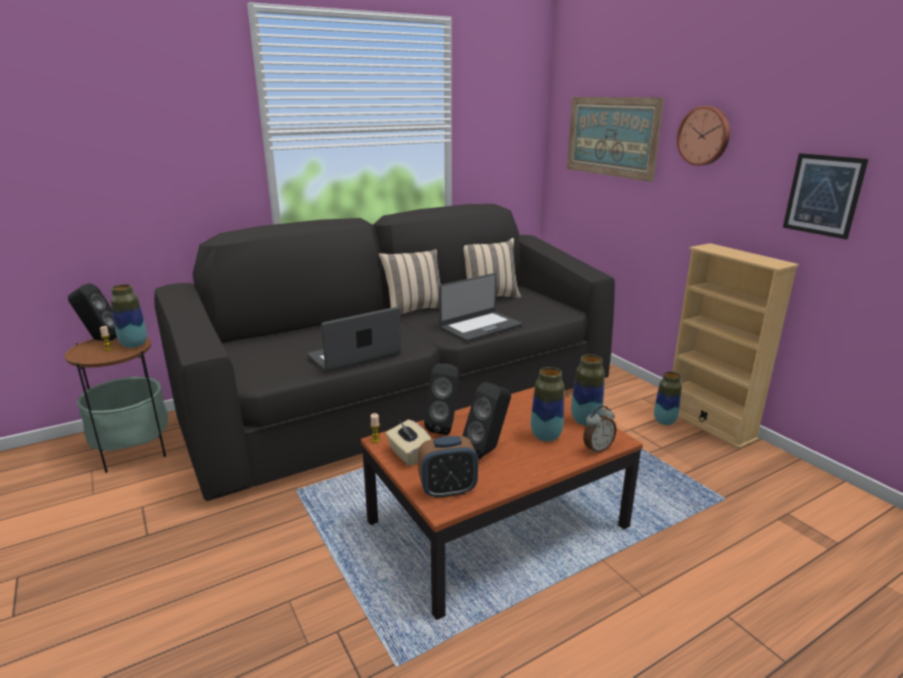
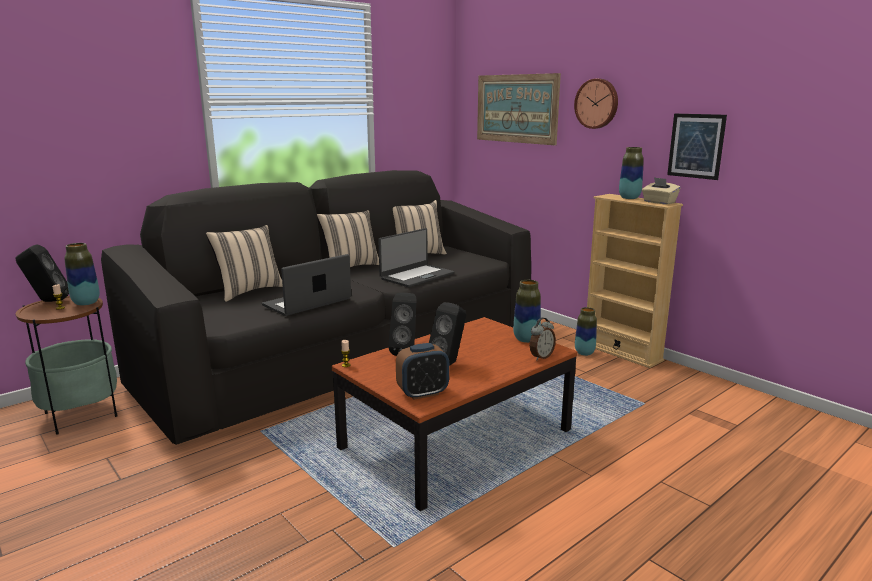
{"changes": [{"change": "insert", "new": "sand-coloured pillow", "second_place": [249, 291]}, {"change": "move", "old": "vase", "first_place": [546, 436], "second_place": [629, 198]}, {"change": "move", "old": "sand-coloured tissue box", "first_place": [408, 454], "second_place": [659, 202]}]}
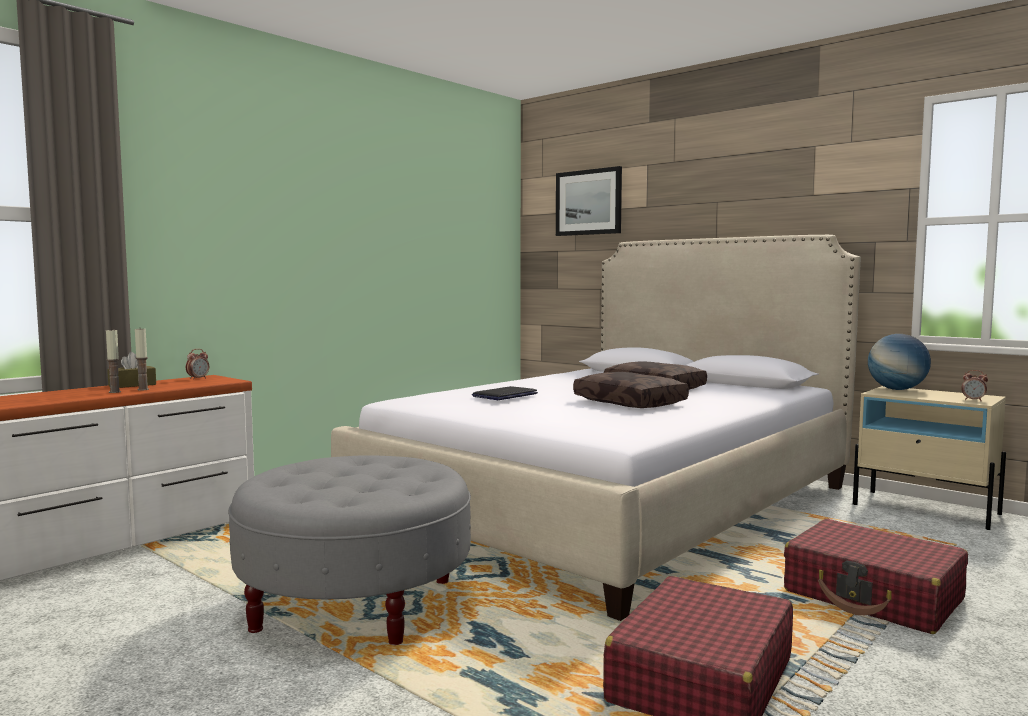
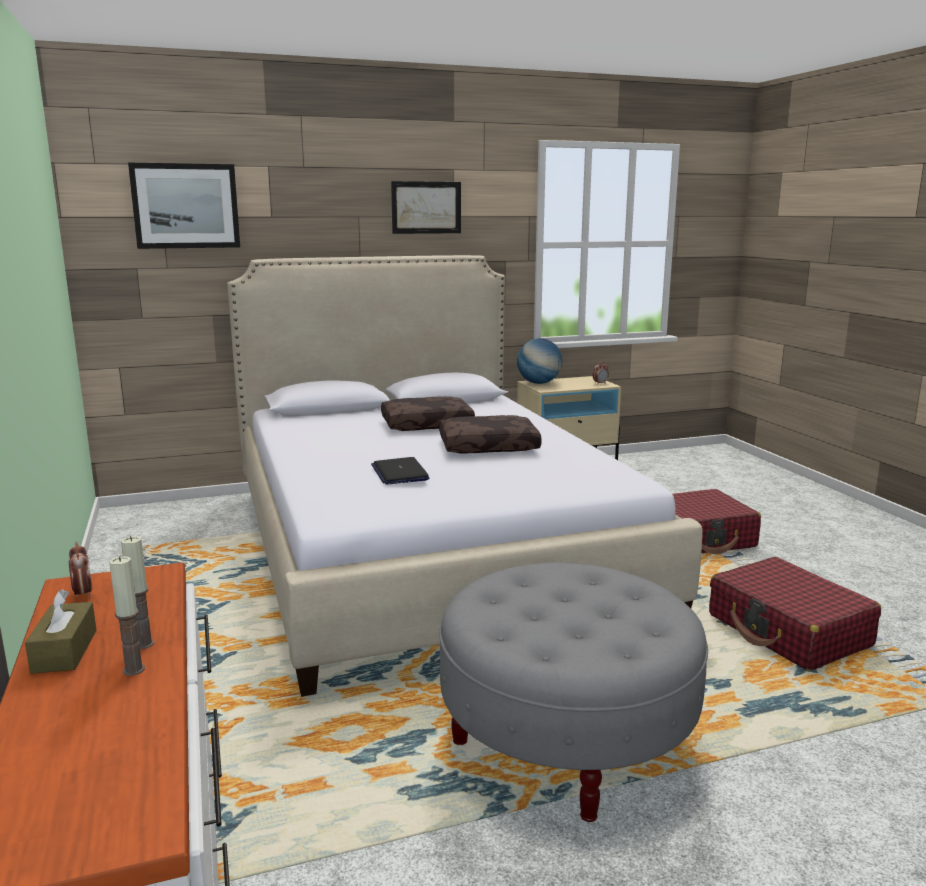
{"changes": [{"change": "insert", "new": "picture", "second_place": [426, 207]}]}
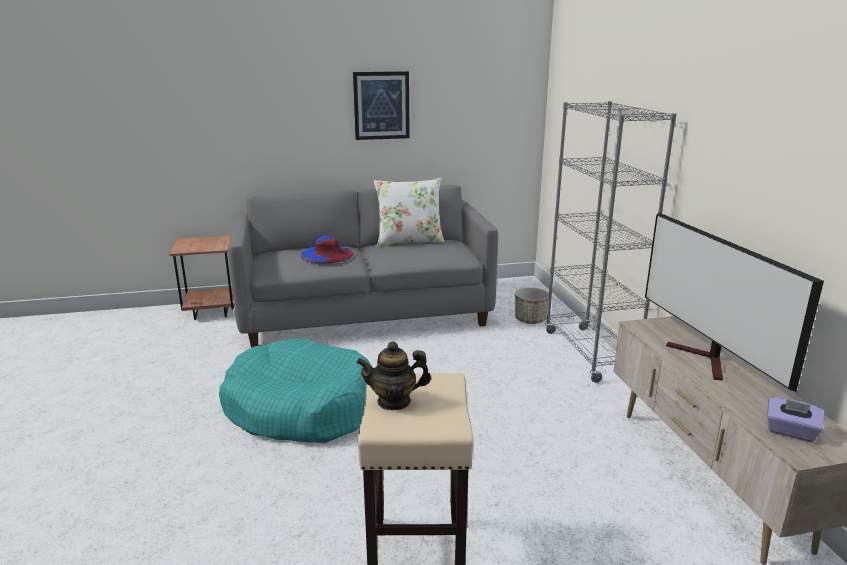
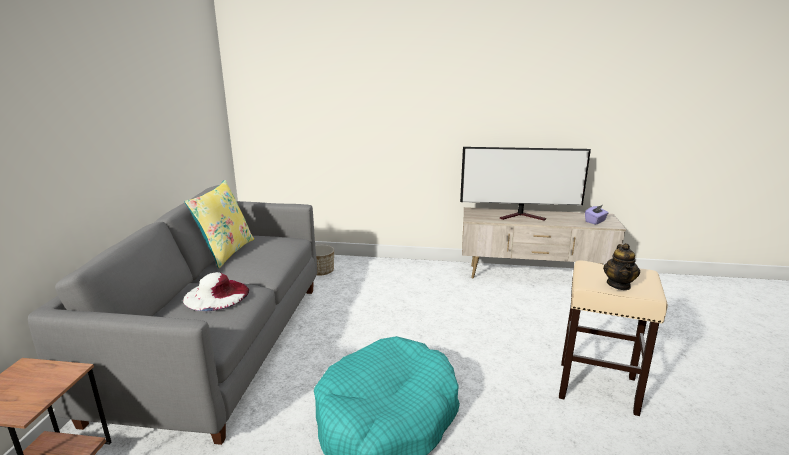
{"changes": [{"change": "recolor", "old": "blue wearable hat", "new": "white-coloured wearable hat", "first_place": [327, 254], "second_place": [216, 295]}, {"change": "recolor", "old": "white-coloured pillow", "new": "yellow-coloured pillow", "first_place": [409, 241], "second_place": [226, 252]}, {"change": "delete", "old": "picture", "first_place": [381, 105]}, {"change": "delete", "old": "grey bookcase", "first_place": [589, 354]}]}
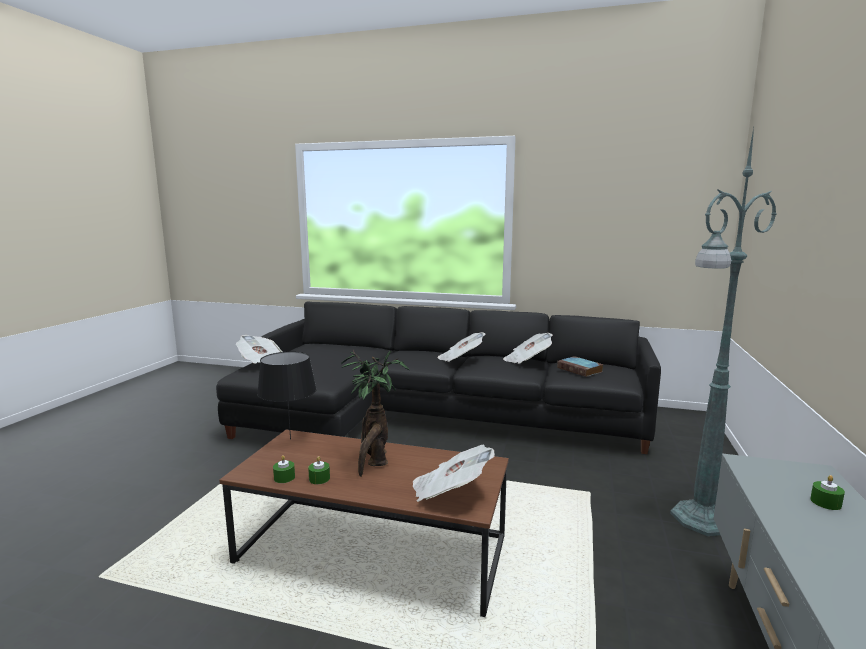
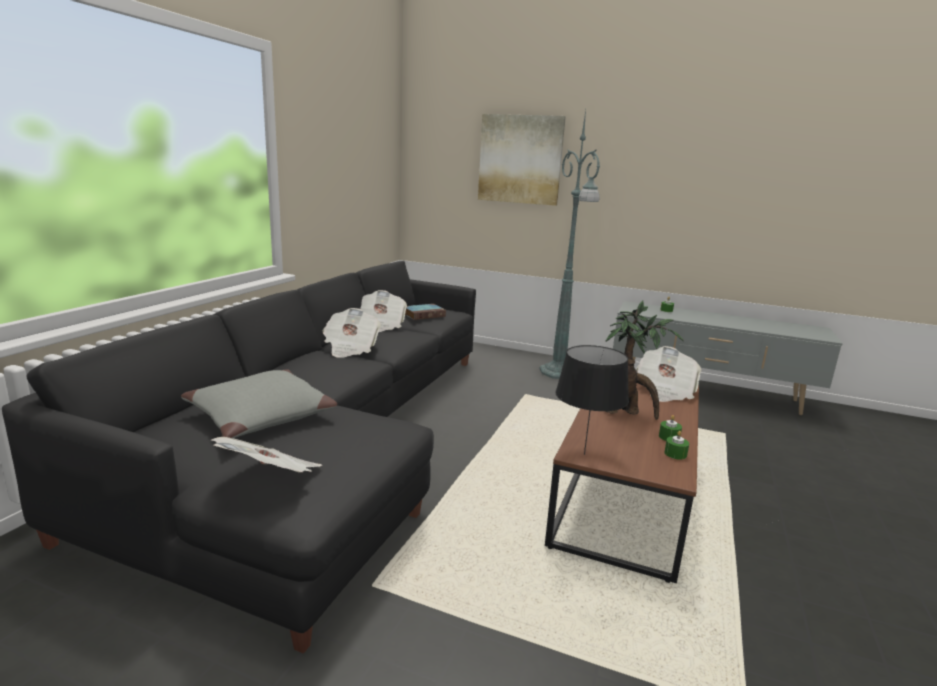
{"changes": [{"change": "insert", "new": "grey pillow", "second_place": [262, 416]}, {"change": "insert", "new": "picture", "second_place": [520, 159]}]}
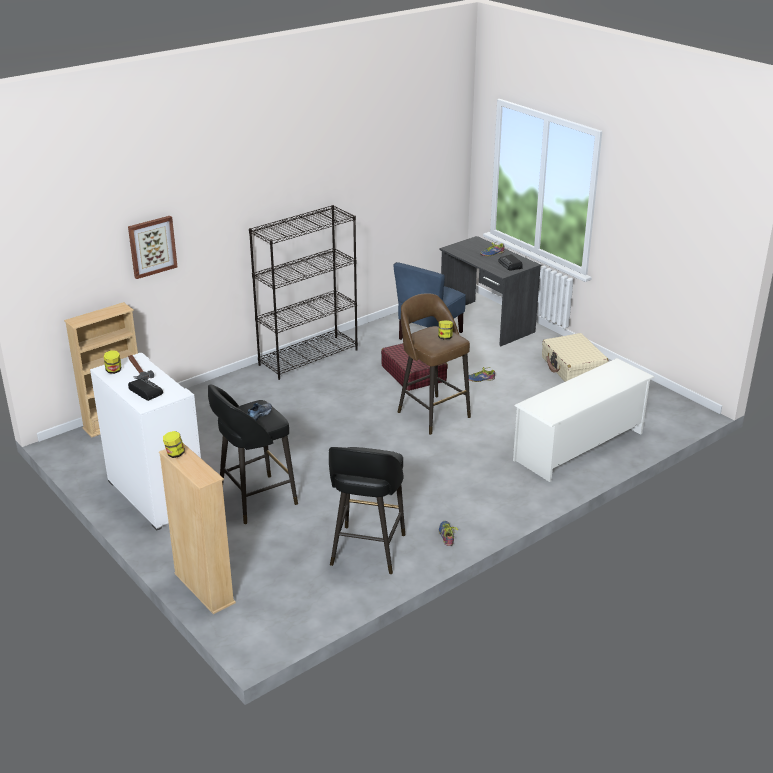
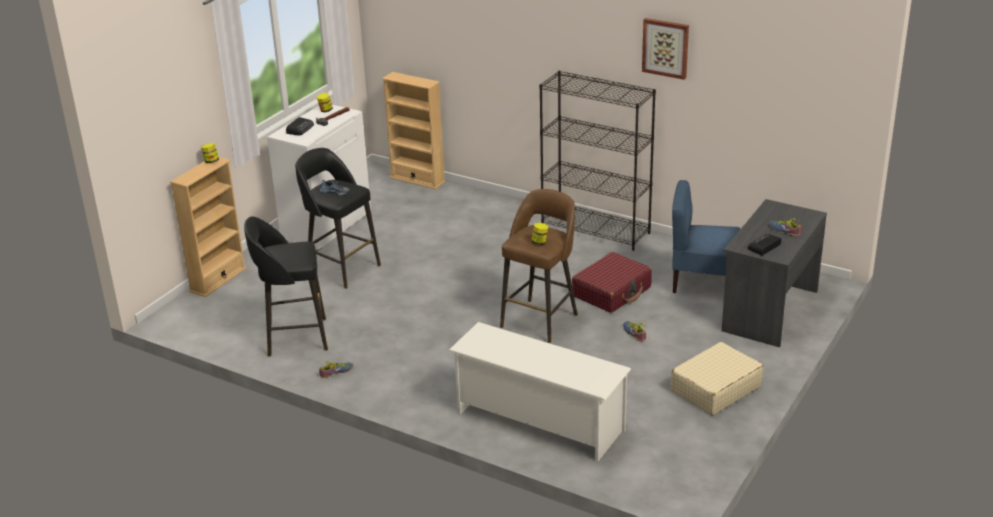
{"changes": [{"change": "move", "old": "picture", "first_place": [152, 246], "second_place": [665, 48]}]}
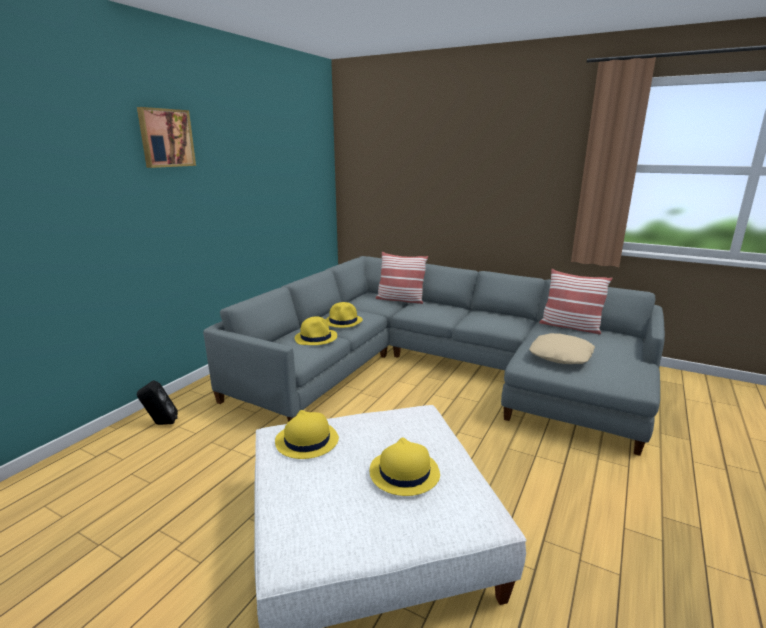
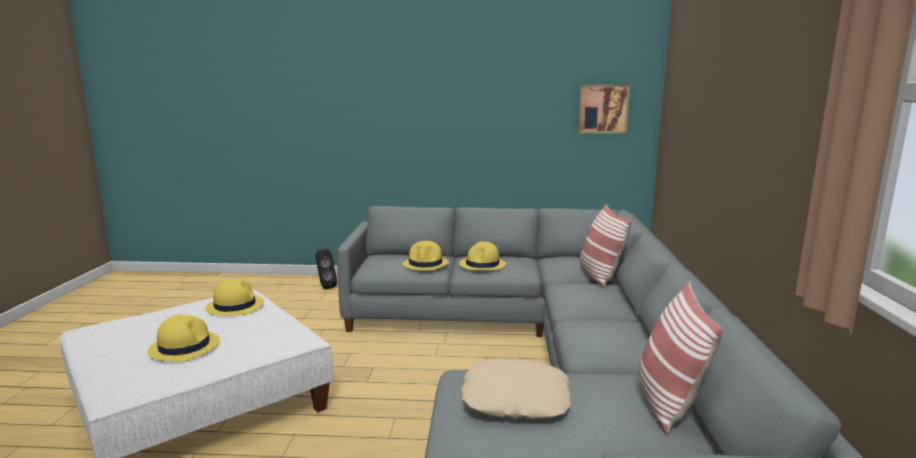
{"changes": [{"change": "move", "old": "picture", "first_place": [166, 138], "second_place": [603, 109]}]}
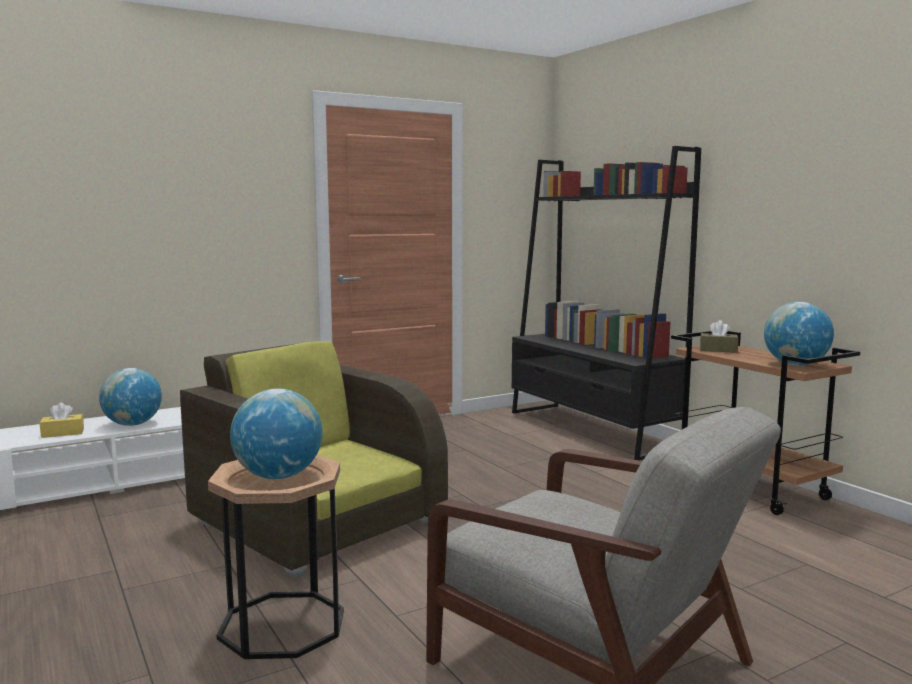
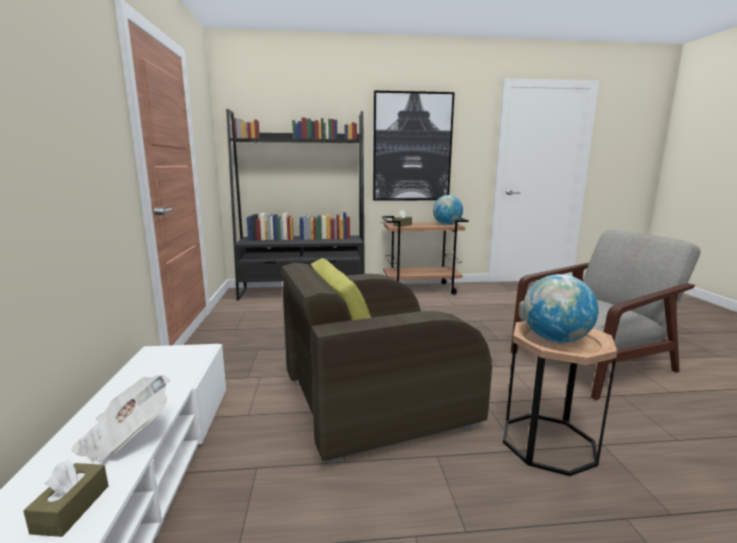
{"changes": [{"change": "recolor", "old": "yellow-coloured tissue box", "new": "brown tissue box", "first_place": [62, 433], "second_place": [71, 508]}, {"change": "replace", "old": "globe", "new": "daily paper", "first_place": [132, 424], "second_place": [125, 437]}, {"change": "insert", "new": "picture", "second_place": [412, 147]}]}
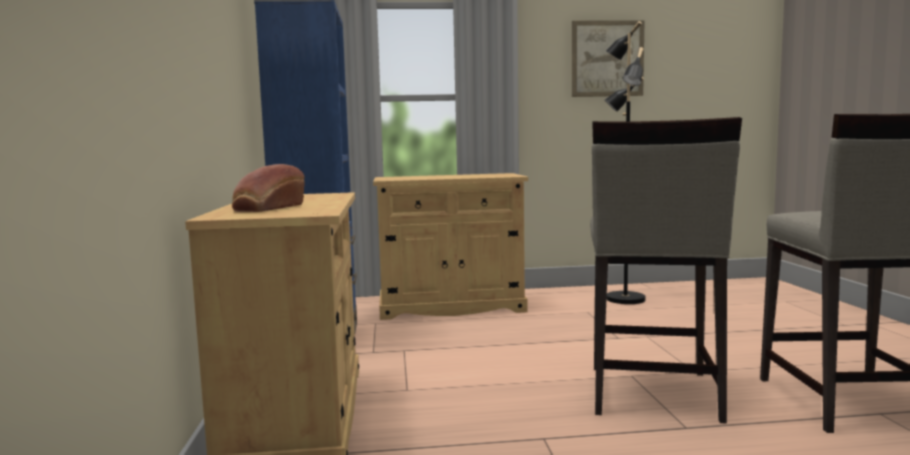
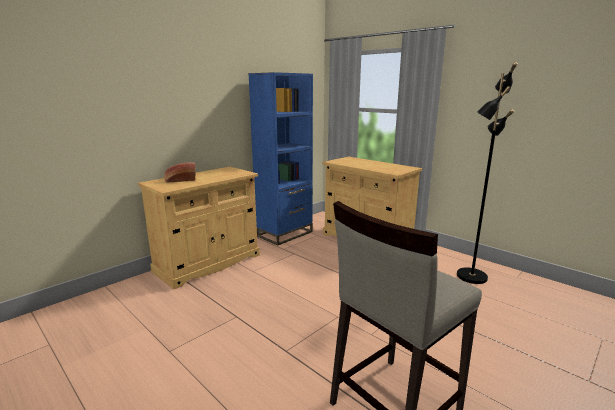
{"changes": [{"change": "delete", "old": "picture", "first_place": [607, 59]}, {"change": "delete", "old": "sand-coloured stool seat", "first_place": [651, 393]}]}
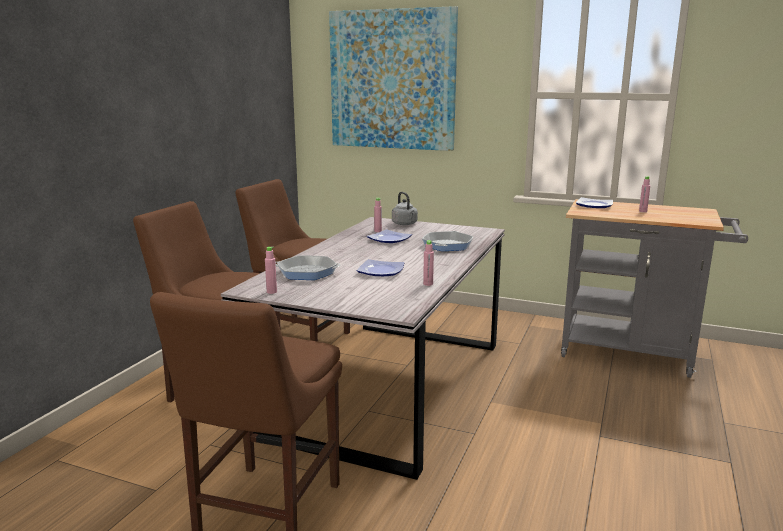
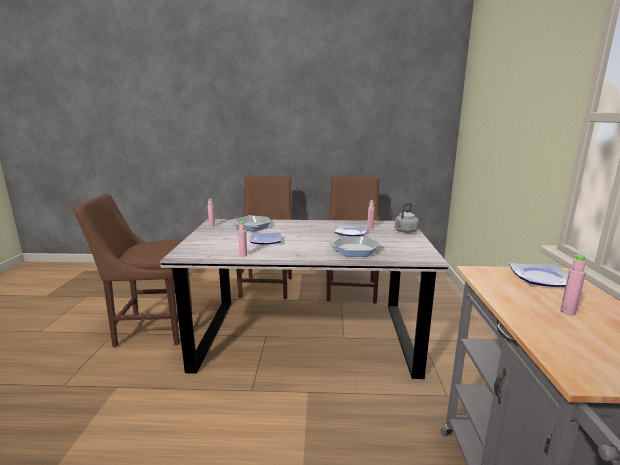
{"changes": [{"change": "delete", "old": "picture", "first_place": [392, 80]}]}
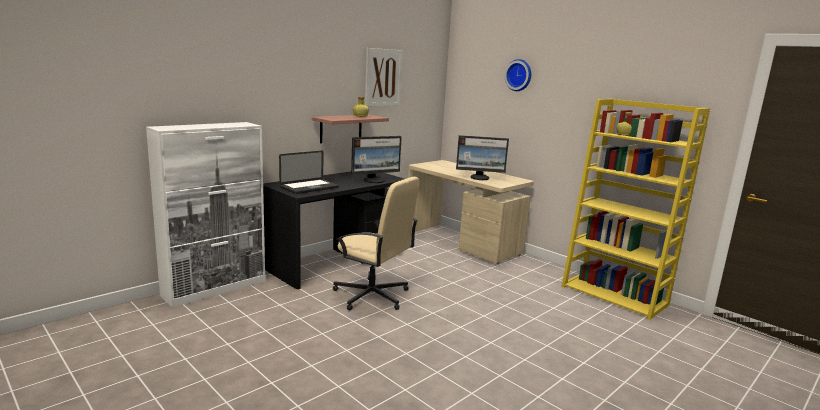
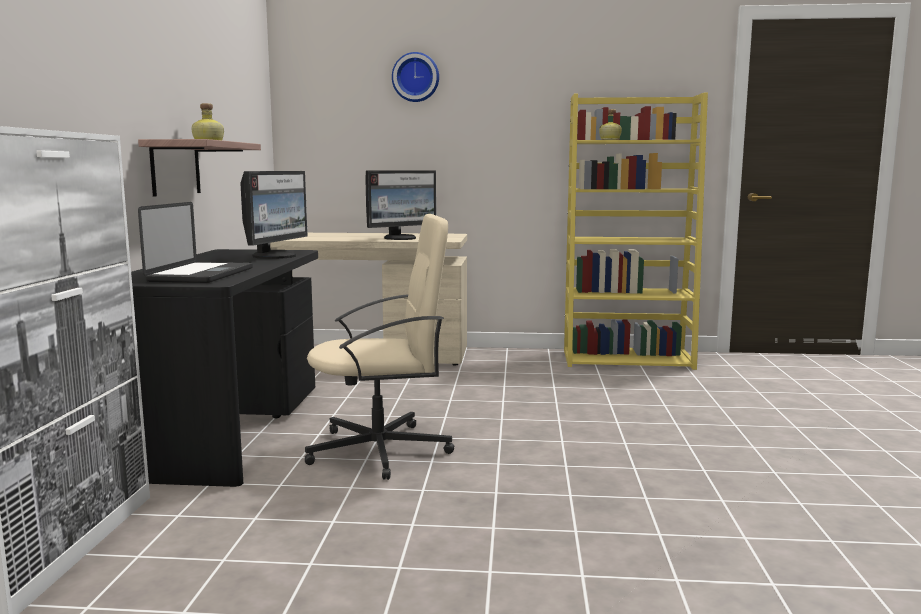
{"changes": [{"change": "delete", "old": "picture", "first_place": [383, 78]}]}
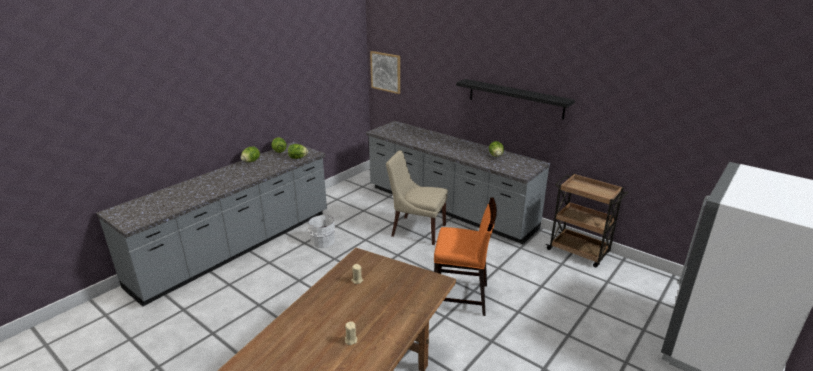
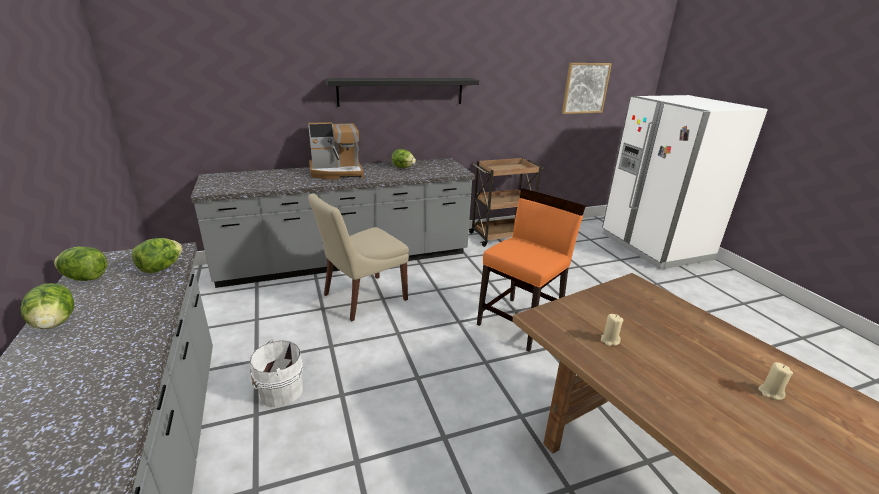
{"changes": [{"change": "insert", "new": "coffee maker", "second_place": [337, 172]}, {"change": "move", "old": "picture", "first_place": [386, 72], "second_place": [585, 88]}]}
